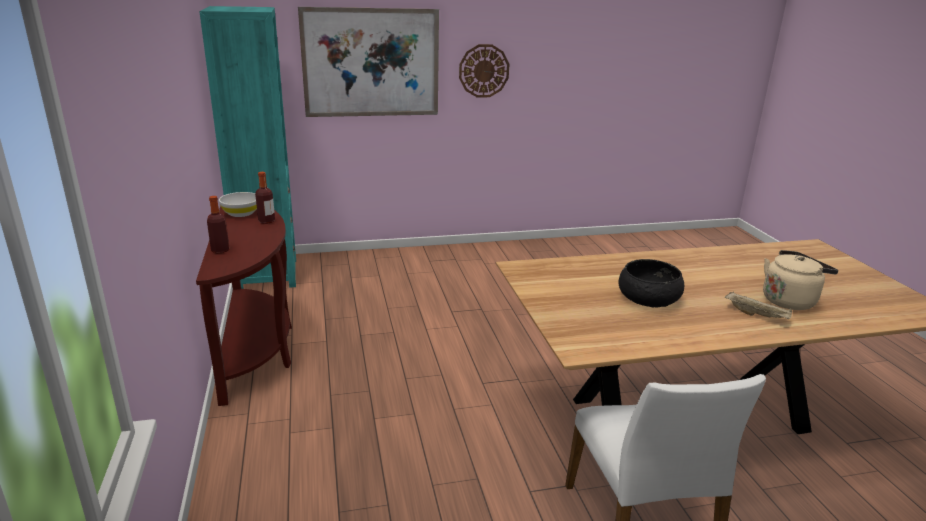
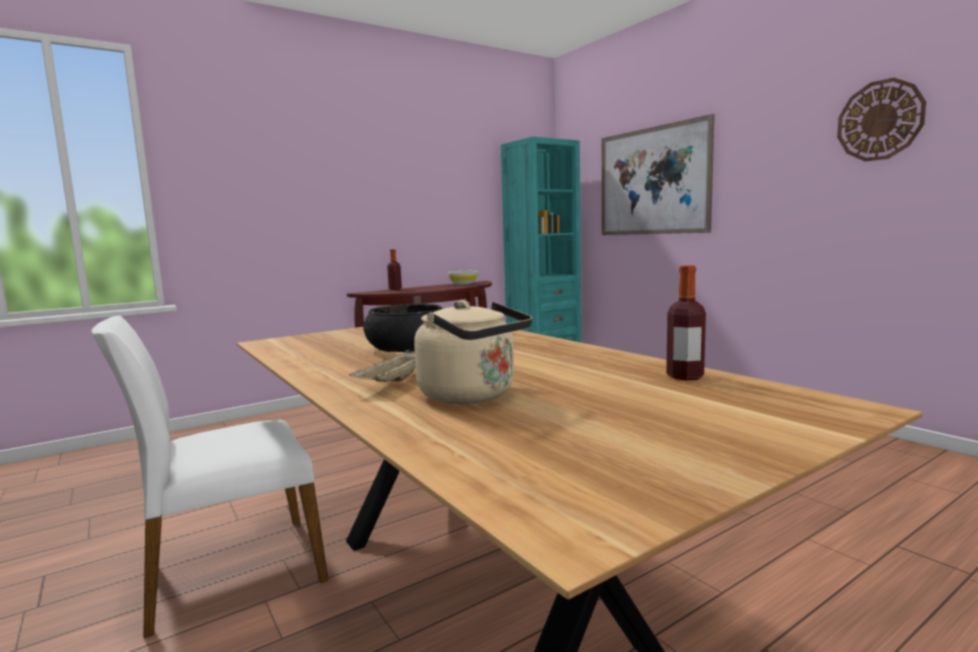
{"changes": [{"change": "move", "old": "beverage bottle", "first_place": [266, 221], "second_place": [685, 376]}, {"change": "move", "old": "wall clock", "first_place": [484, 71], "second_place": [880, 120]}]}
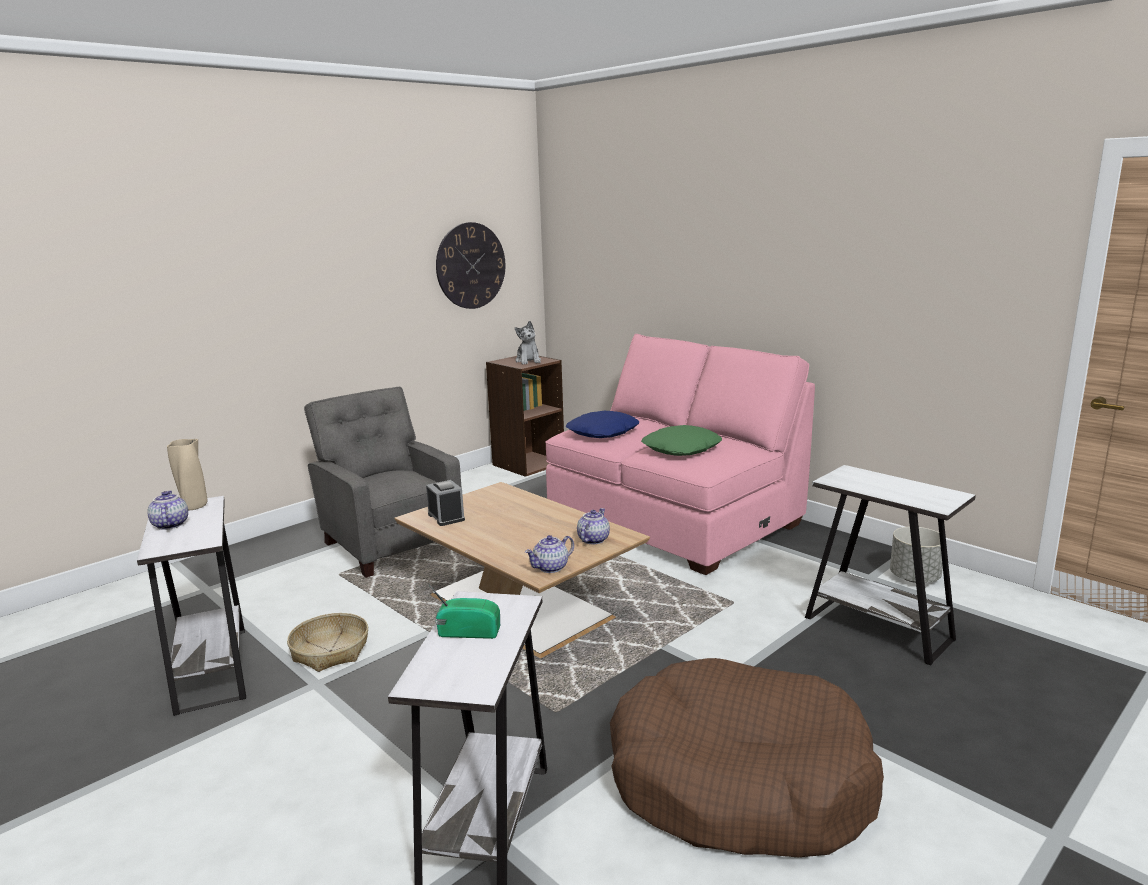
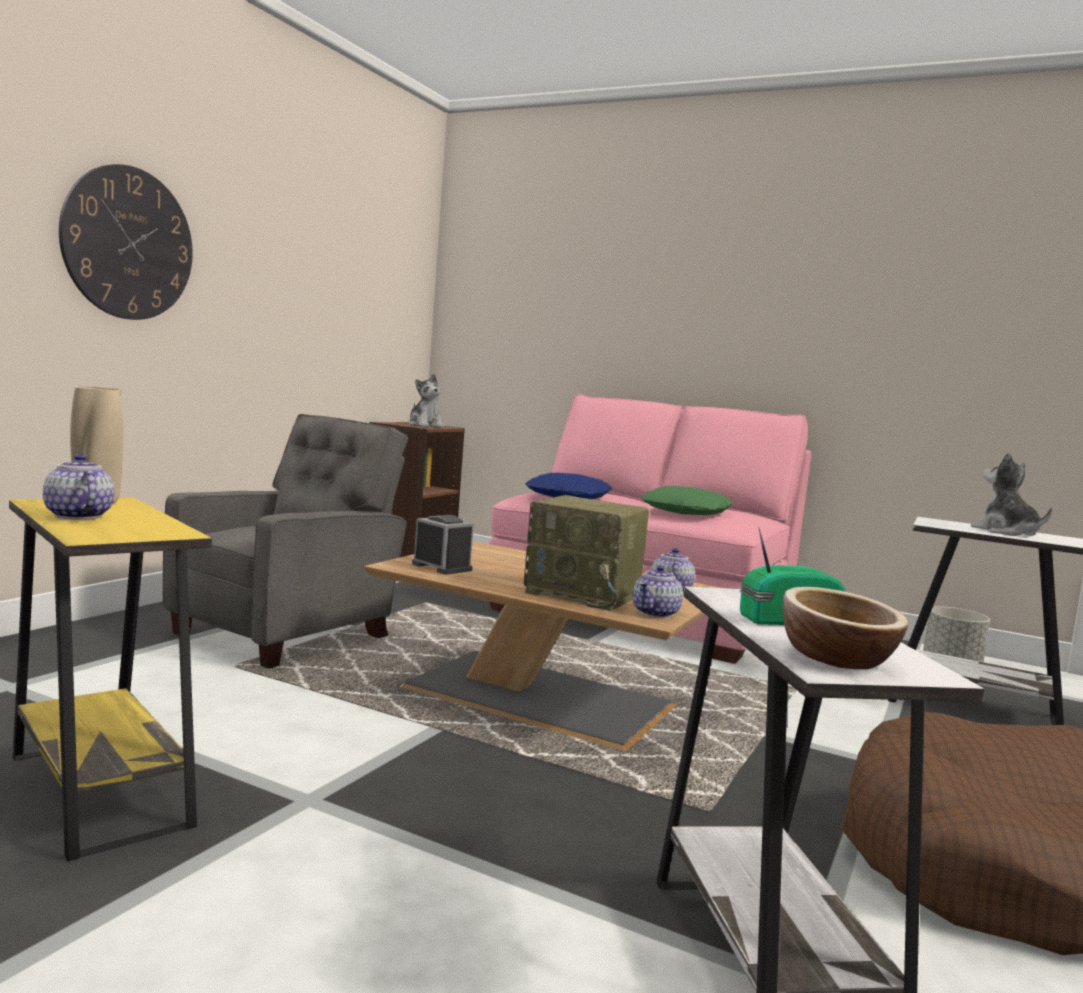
{"changes": [{"change": "recolor", "old": "white-coloured accent table", "new": "yellow-coloured accent table", "first_place": [212, 669], "second_place": [99, 790]}, {"change": "move", "old": "wall clock", "first_place": [471, 266], "second_place": [128, 243]}, {"change": "rotate", "old": "grey armchair", "first_place": [390, 544], "second_place": [287, 634], "degrees": 90}, {"change": "insert", "new": "radio receiver", "second_place": [585, 595]}, {"change": "insert", "new": "bowl", "second_place": [836, 658]}, {"change": "insert", "new": "cuddly toy", "second_place": [1006, 532]}, {"change": "delete", "old": "household basket", "first_place": [331, 651]}]}
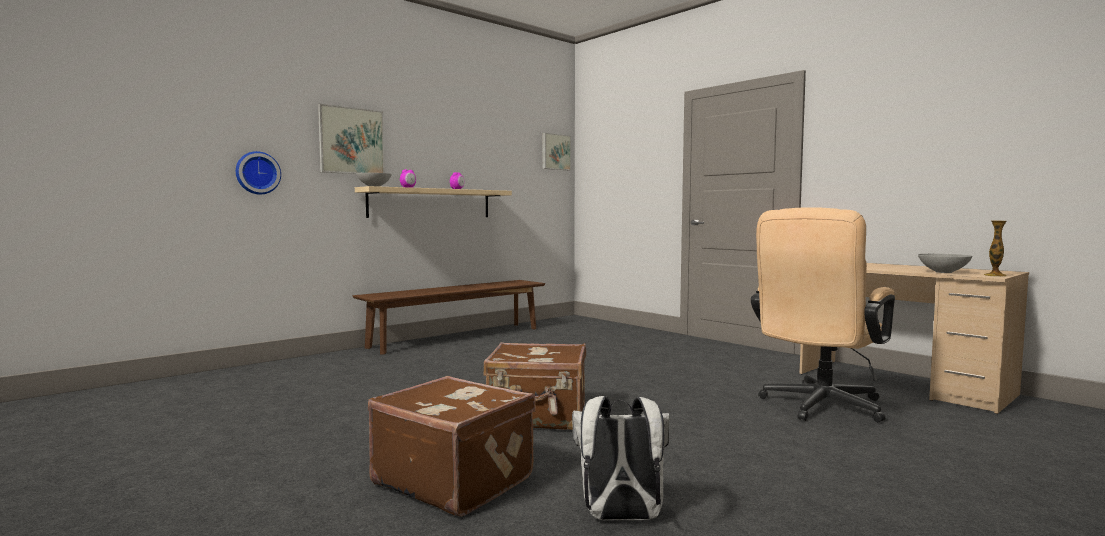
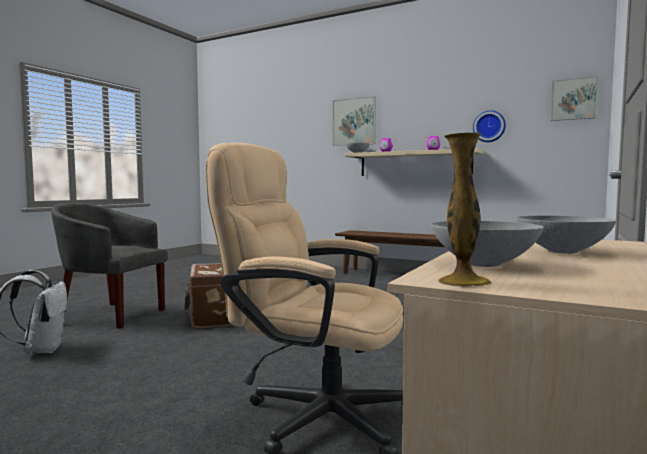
{"changes": [{"change": "replace", "old": "brown suitcase", "new": "grey armchair", "first_place": [455, 480], "second_place": [110, 315]}, {"change": "move", "old": "wall clock", "first_place": [257, 173], "second_place": [489, 126]}, {"change": "insert", "new": "grey bowl", "second_place": [561, 251]}]}
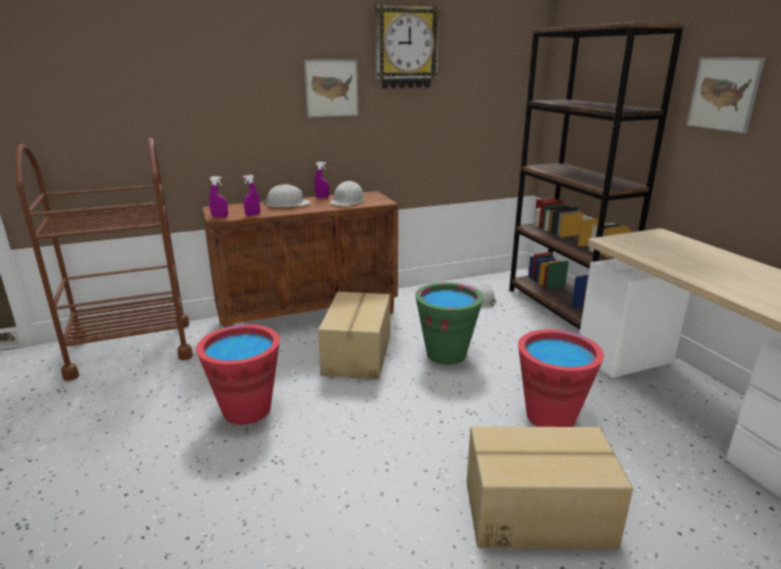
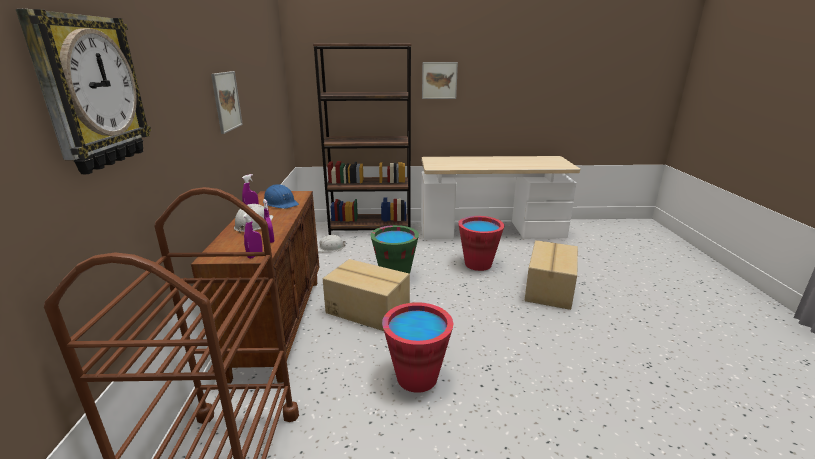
{"changes": [{"change": "move", "old": "wall clock", "first_place": [405, 48], "second_place": [90, 93]}, {"change": "recolor", "old": "white-coloured safety helmet", "new": "blue safety helmet", "first_place": [348, 201], "second_place": [280, 203]}]}
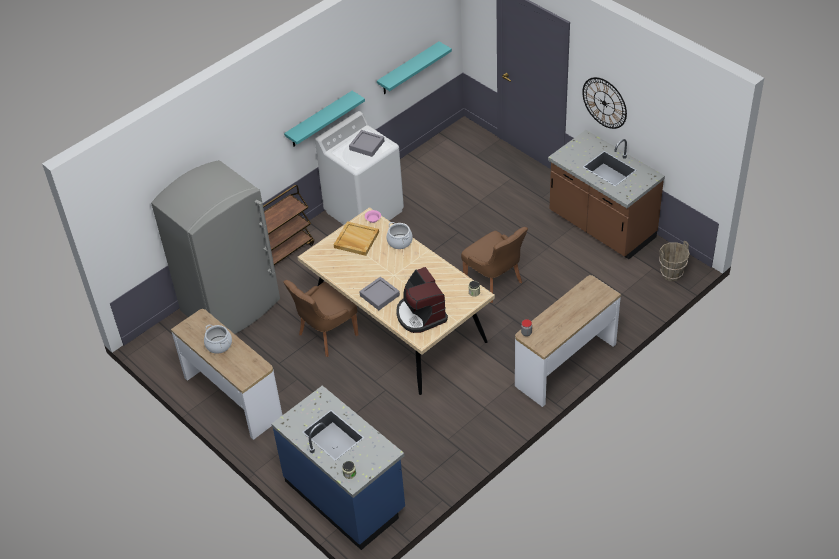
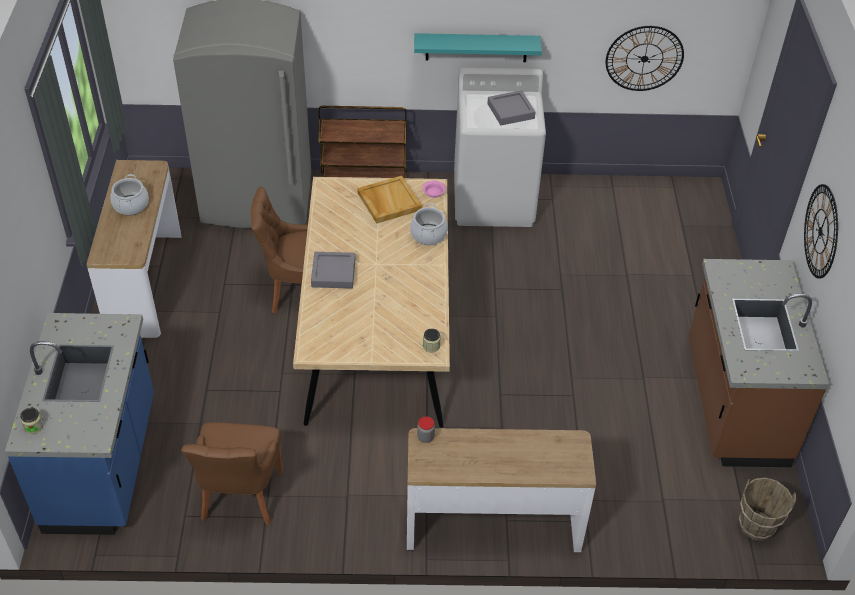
{"changes": [{"change": "move", "old": "brown upright chair", "first_place": [495, 283], "second_place": [240, 498]}, {"change": "replace", "old": "turquoise-coloured wall shelf", "new": "wall clock", "first_place": [408, 69], "second_place": [644, 58]}, {"change": "delete", "old": "coffee maker", "first_place": [420, 315]}]}
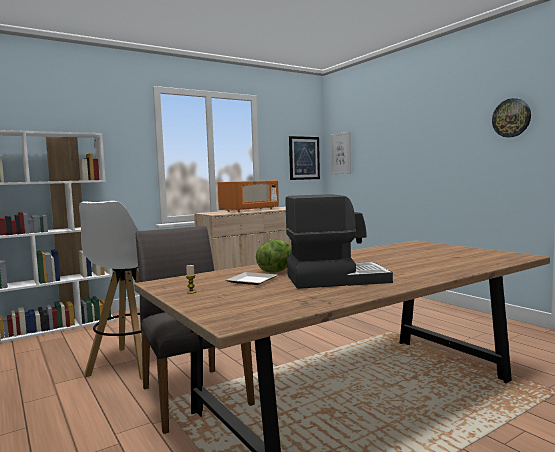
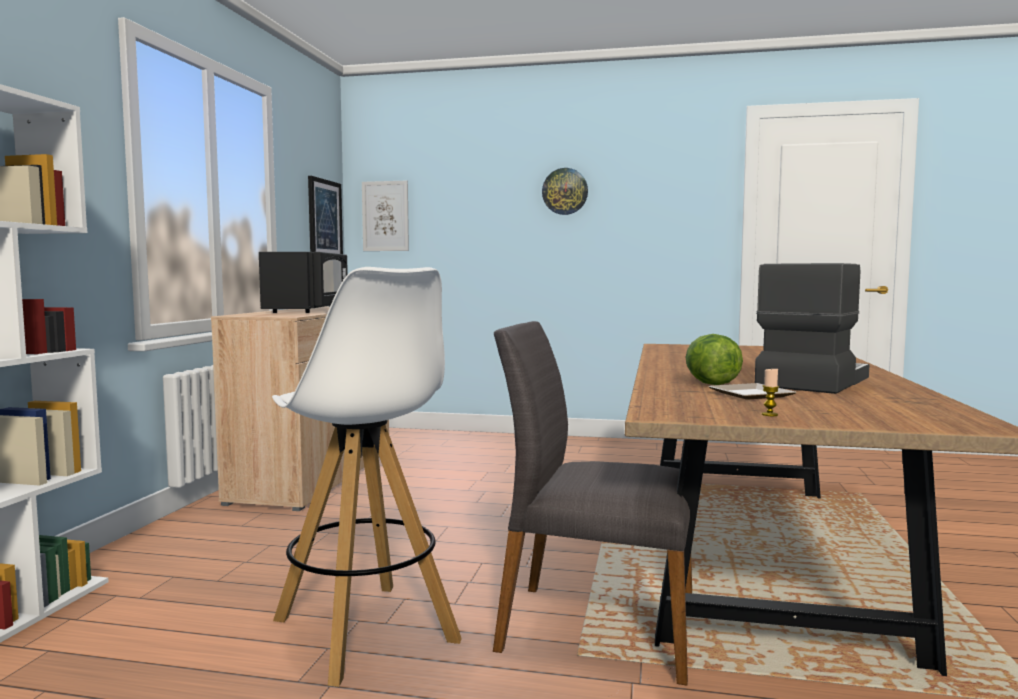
{"changes": [{"change": "recolor", "old": "orangey microwave", "new": "black-coloured microwave", "first_place": [250, 210], "second_place": [308, 310]}, {"change": "move", "old": "wall clock", "first_place": [511, 118], "second_place": [565, 191]}]}
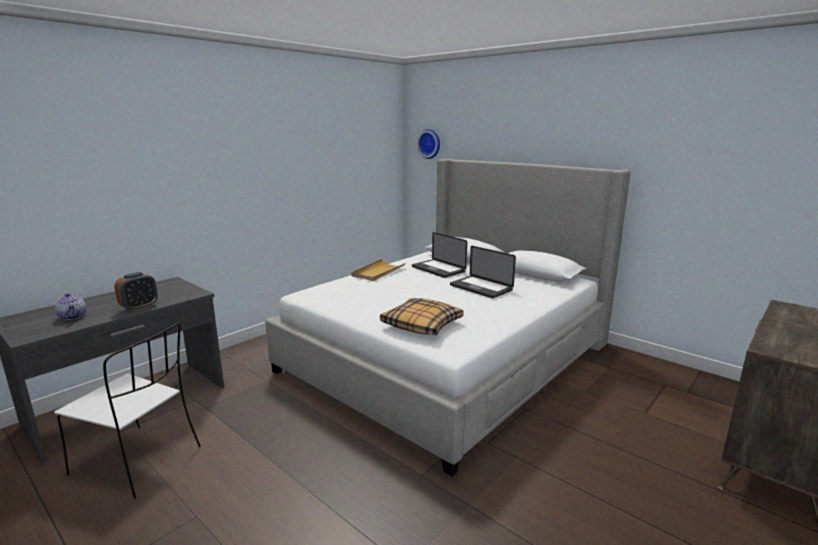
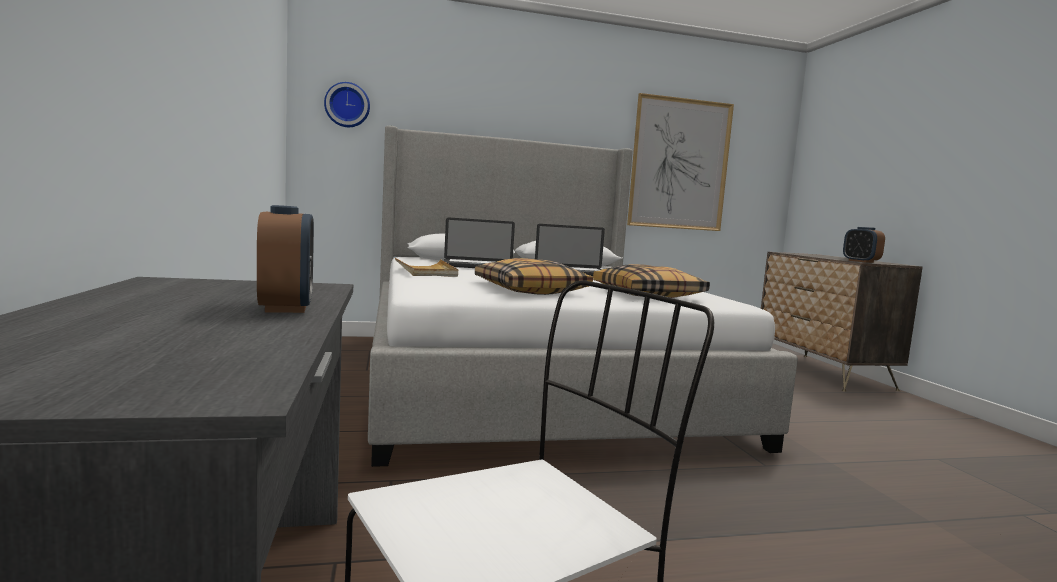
{"changes": [{"change": "insert", "new": "pillow", "second_place": [531, 290]}, {"change": "insert", "new": "picture", "second_place": [679, 164]}, {"change": "insert", "new": "alarm clock", "second_place": [861, 261]}, {"change": "delete", "old": "teapot", "first_place": [73, 316]}]}
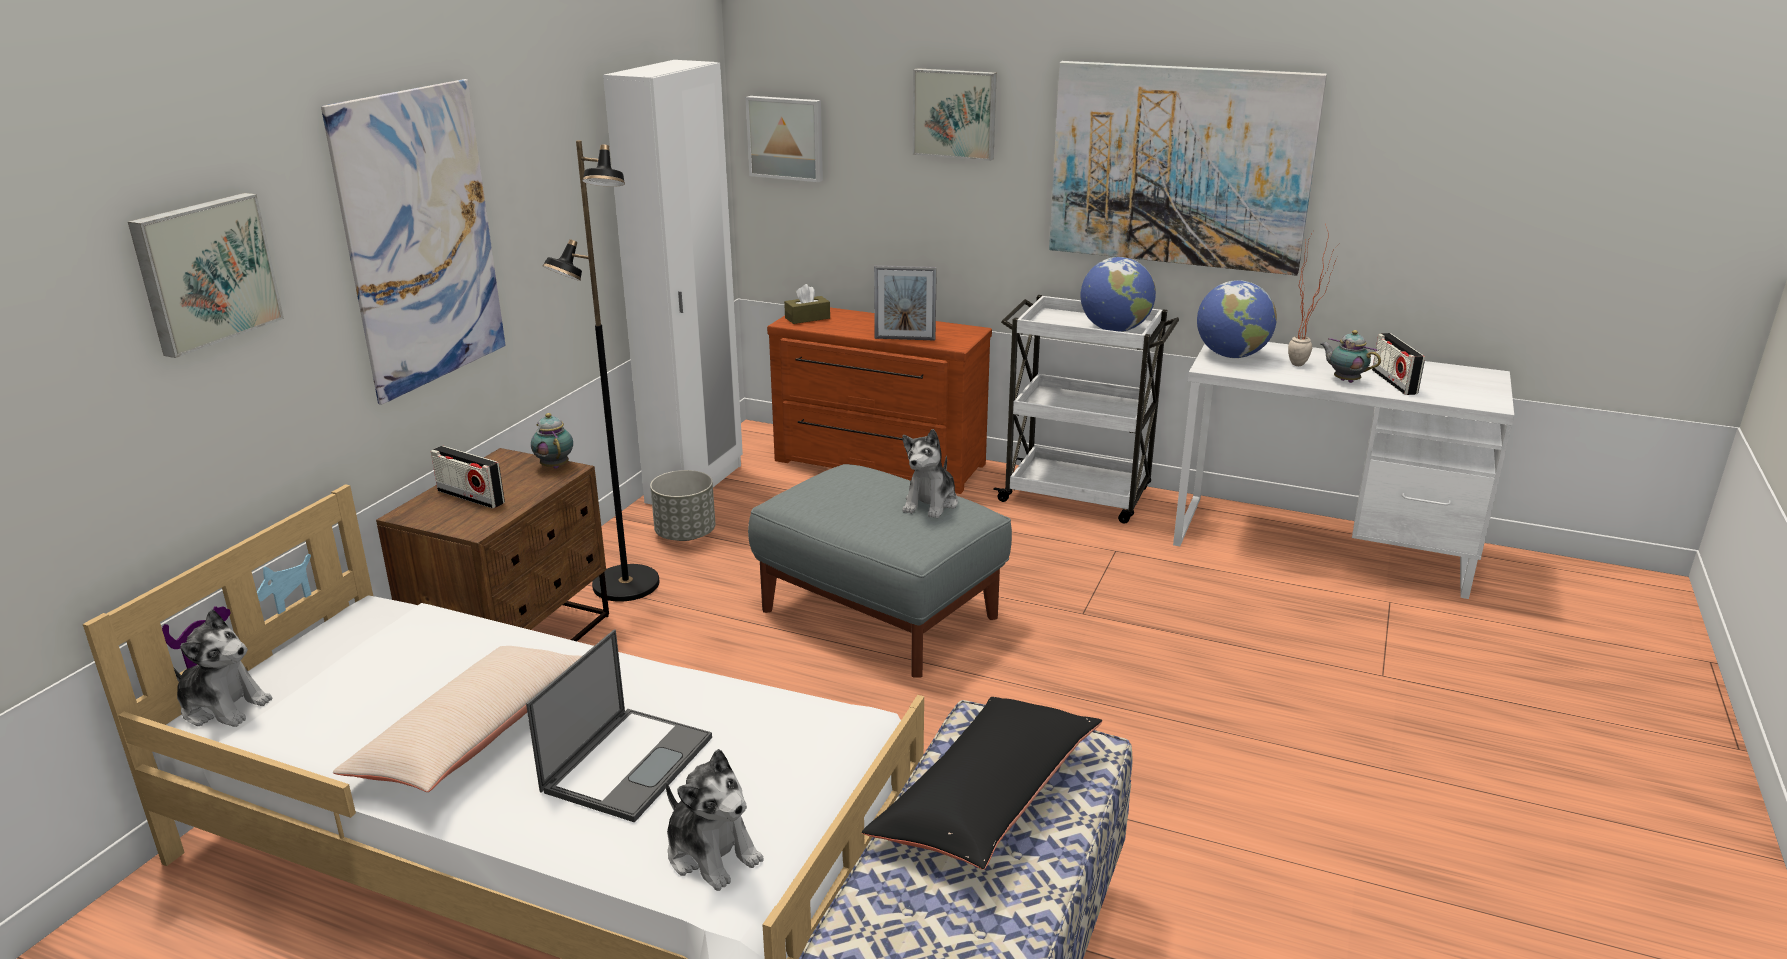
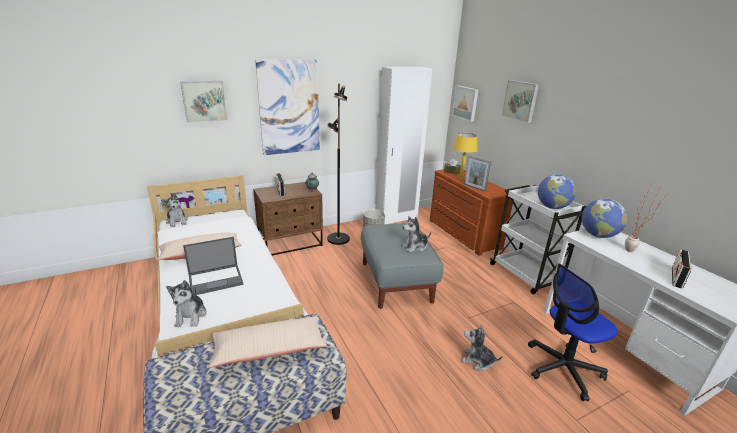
{"changes": [{"change": "recolor", "old": "black-coloured pillow", "new": "sand-coloured pillow", "first_place": [987, 799], "second_place": [269, 349]}, {"change": "insert", "new": "yellow-coloured table lamp", "second_place": [460, 179]}, {"change": "insert", "new": "cuddly toy", "second_place": [477, 361]}, {"change": "insert", "new": "computer chair", "second_place": [563, 368]}, {"change": "delete", "old": "picture", "first_place": [1179, 166]}, {"change": "delete", "old": "teapot", "first_place": [1344, 380]}]}
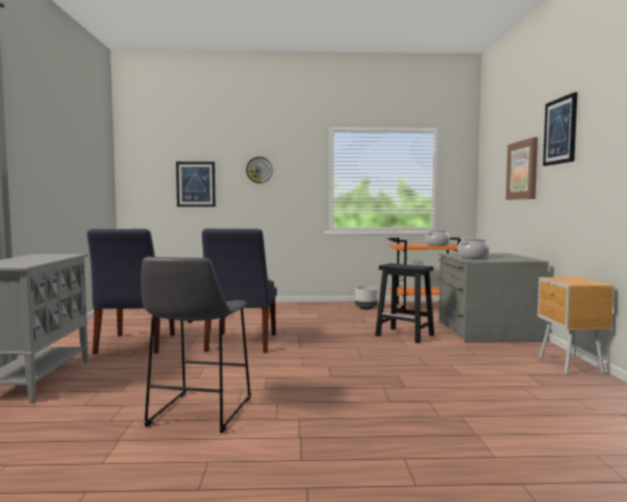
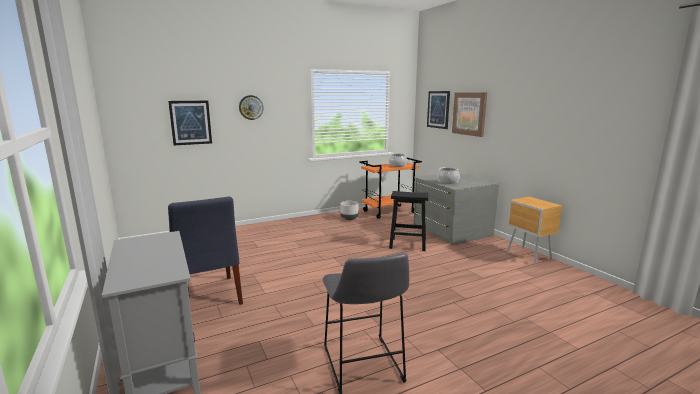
{"changes": [{"change": "move", "old": "picture", "first_place": [560, 131], "second_place": [438, 109]}, {"change": "delete", "old": "blue upright chair", "first_place": [240, 343]}]}
